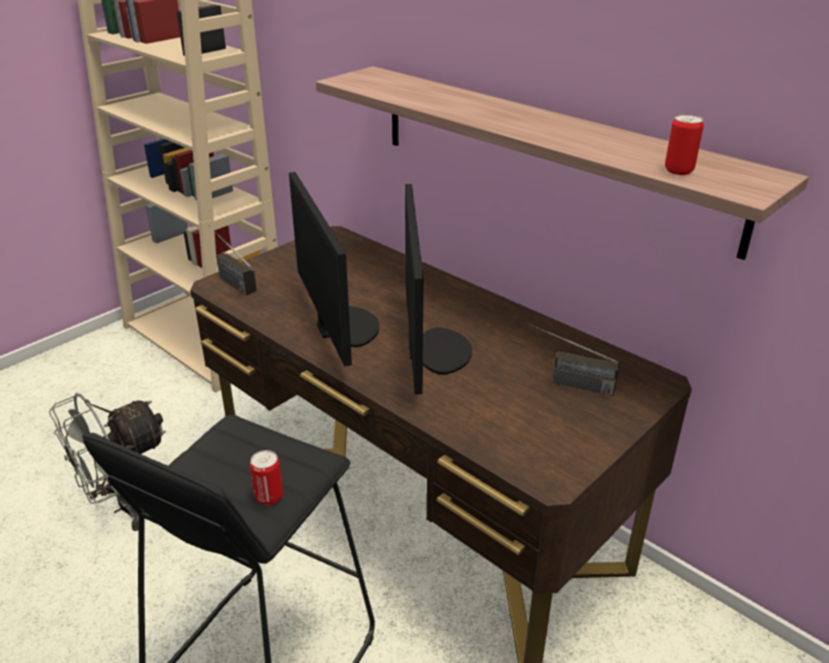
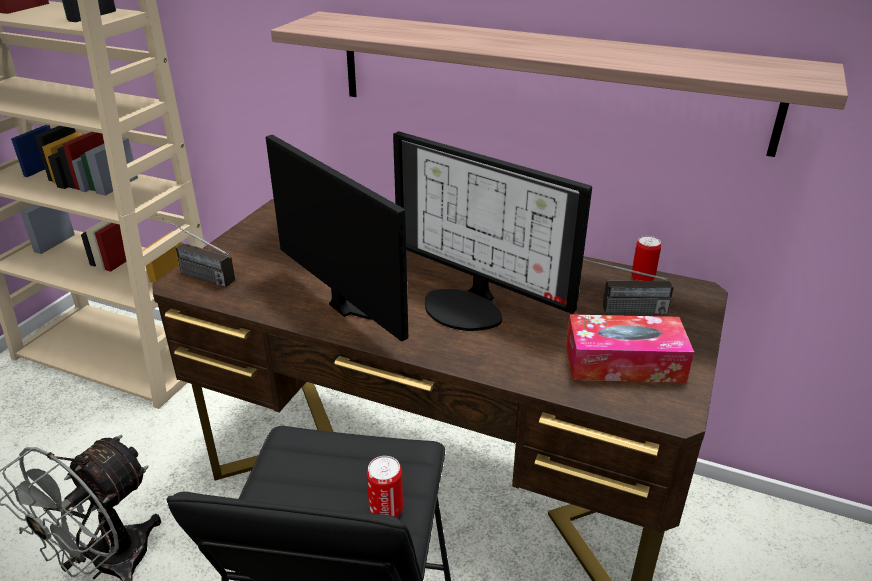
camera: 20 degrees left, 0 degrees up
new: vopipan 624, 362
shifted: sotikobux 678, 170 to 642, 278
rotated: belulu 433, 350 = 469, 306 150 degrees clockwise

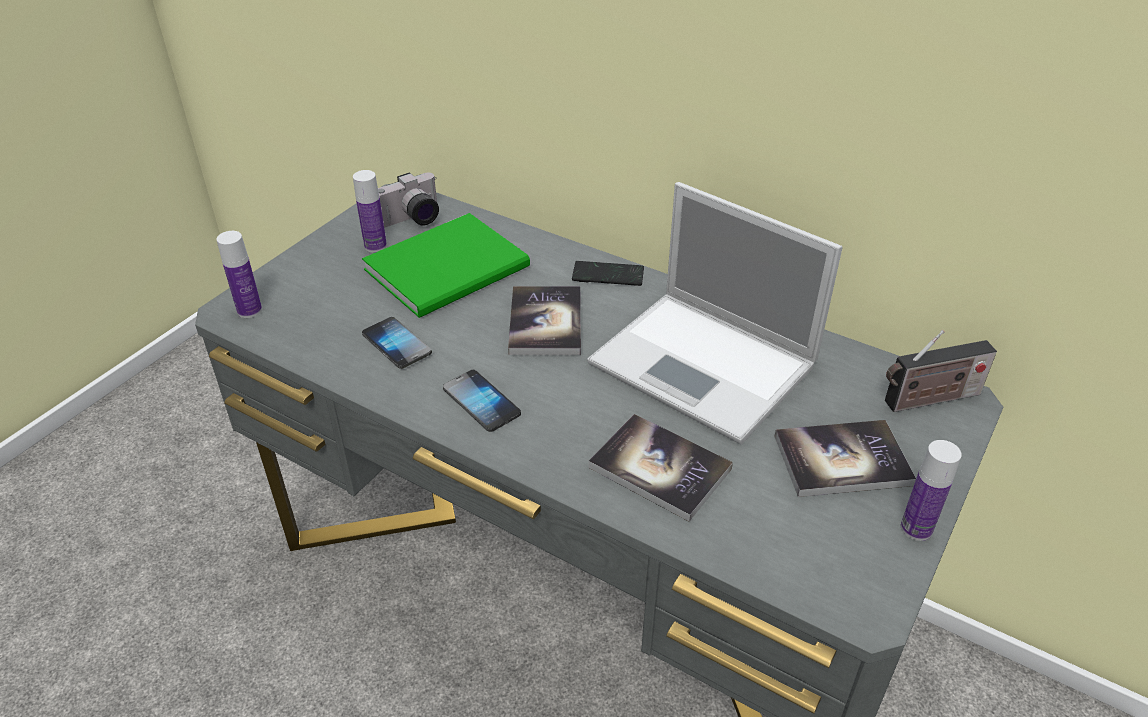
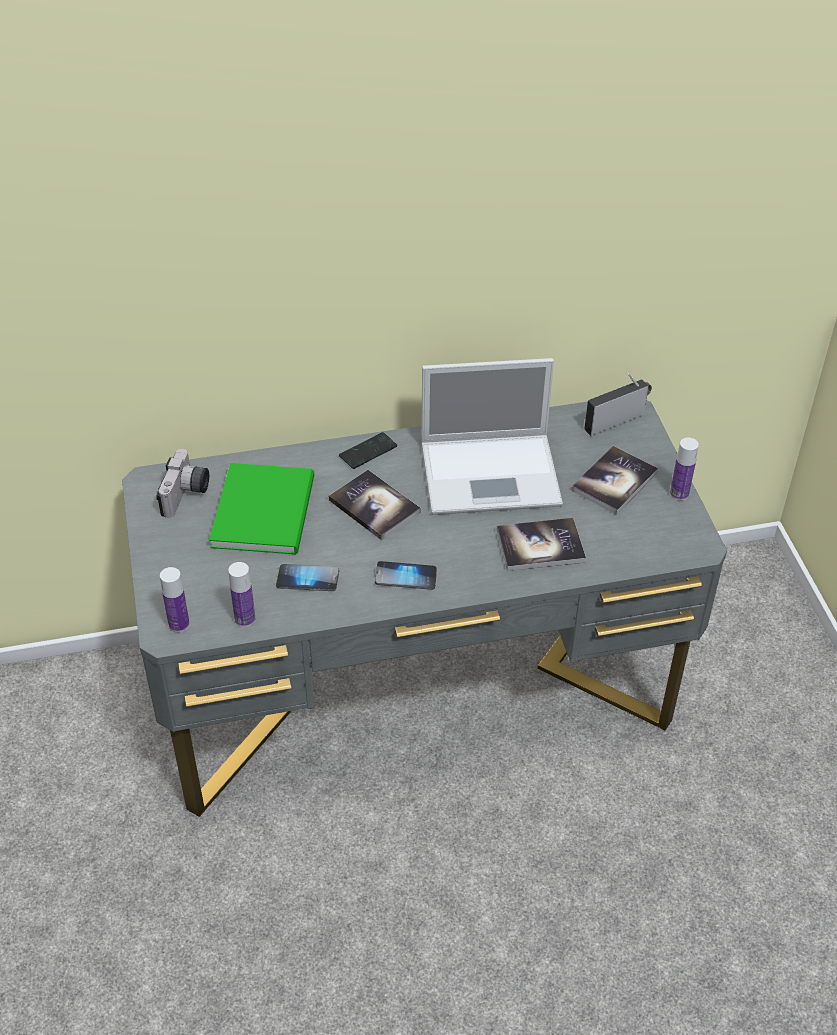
camera: 45 degrees left, 5 degrees up
shifted: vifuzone 375, 246 to 245, 619
rotated: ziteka 928, 399 = 616, 420 150 degrees counterclockwise

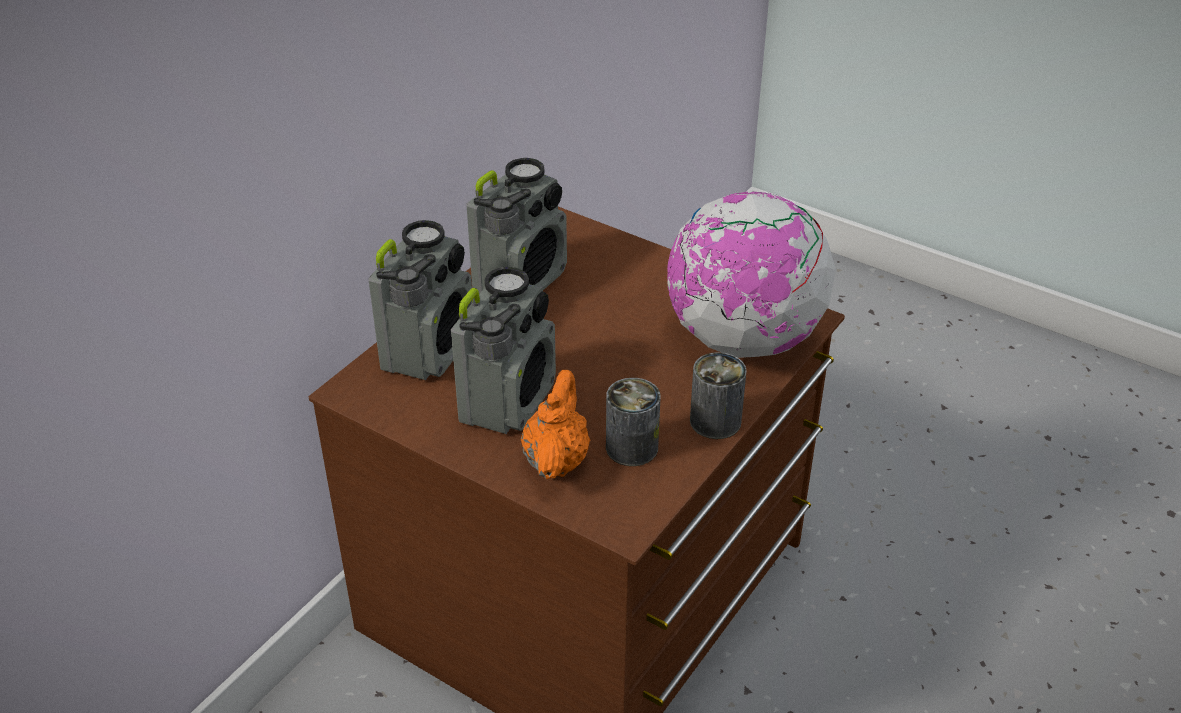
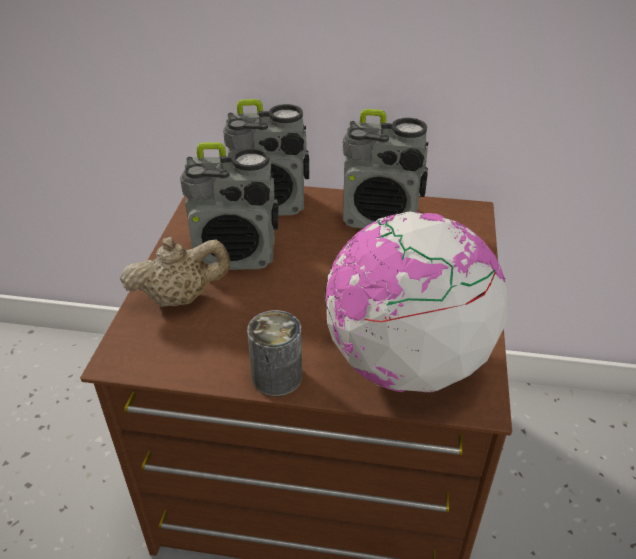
camera: 65 degrees right, 0 degrees up
gone: sotikobux 631, 447
repainted: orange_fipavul 556, 460 to beige_fipavul 181, 298

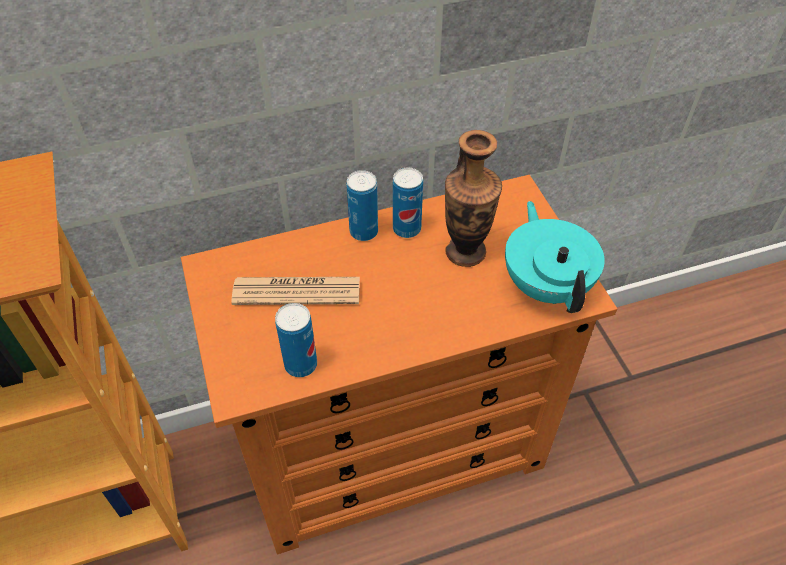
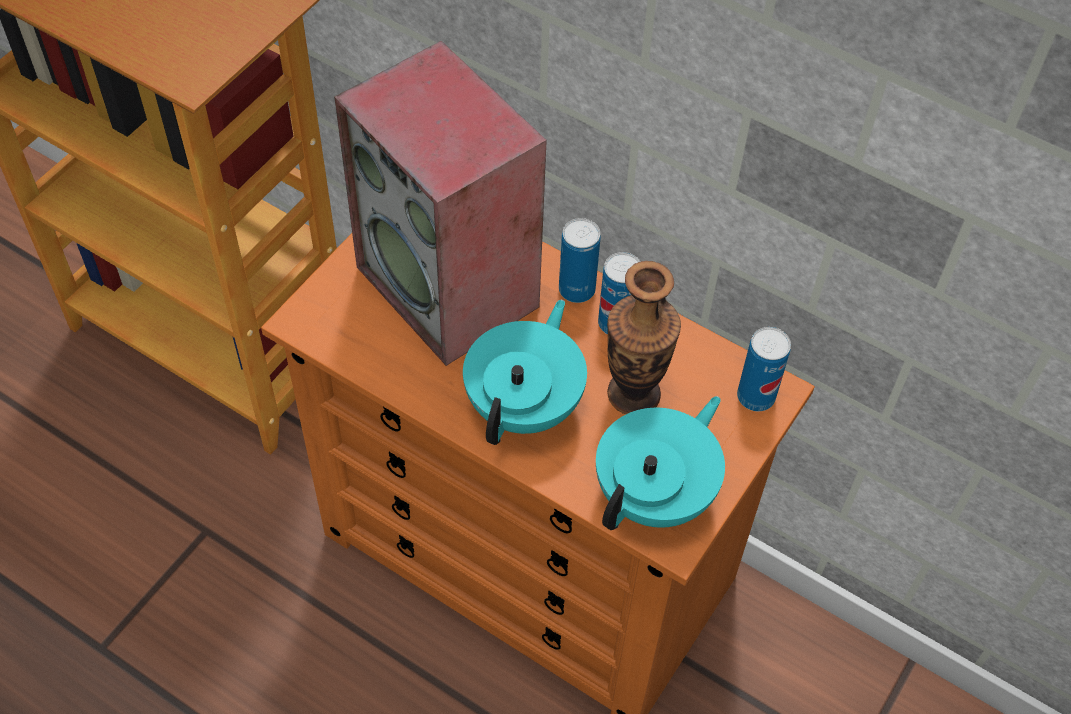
camera: 50 degrees right, 5 degrees up
new: turquoise_fipavul 526, 405
shifted: sotikobux 301, 364 to 756, 396
swapped: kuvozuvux 297, 291 to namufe 451, 287

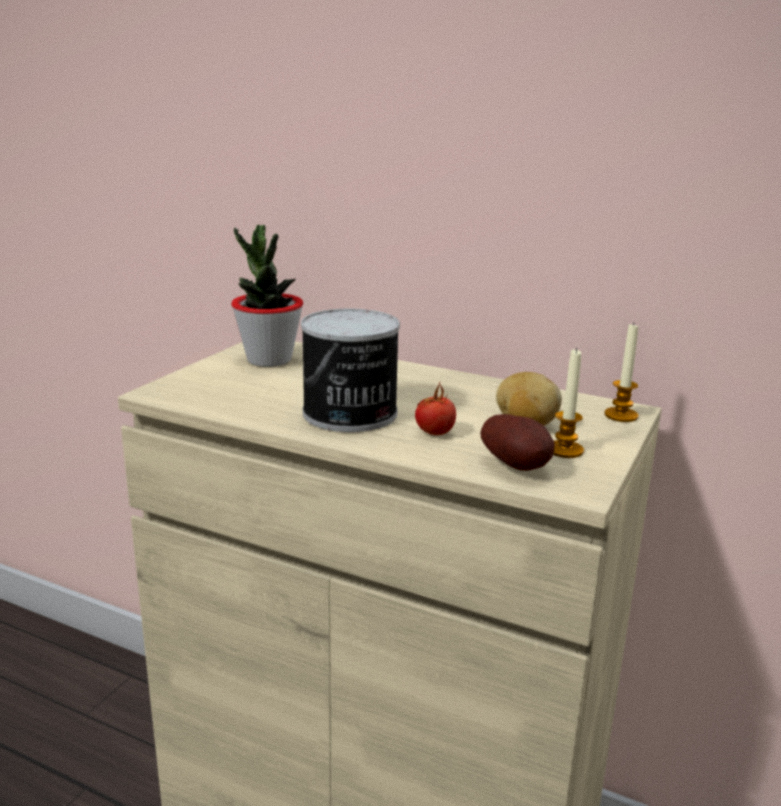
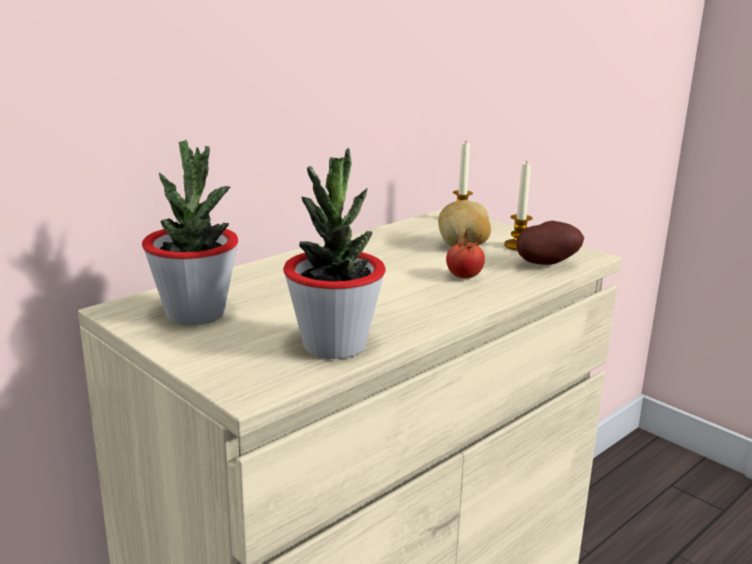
camera: 70 degrees left, 0 degrees up
gone: sotikobux 350, 414
new: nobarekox 334, 345

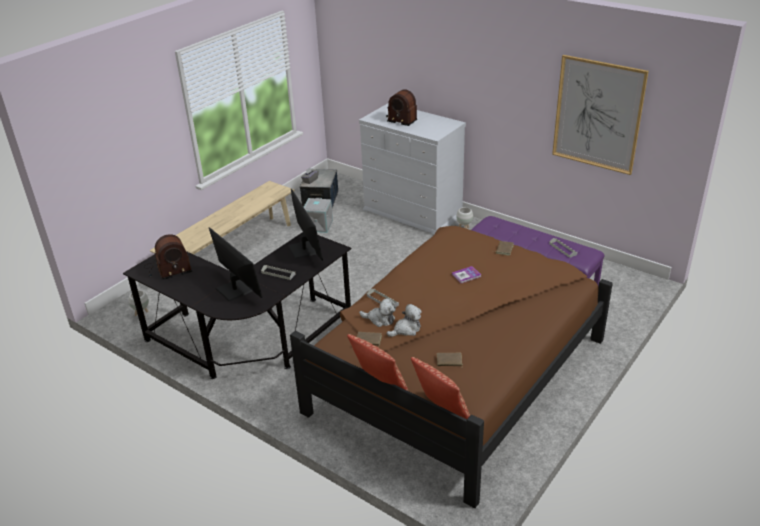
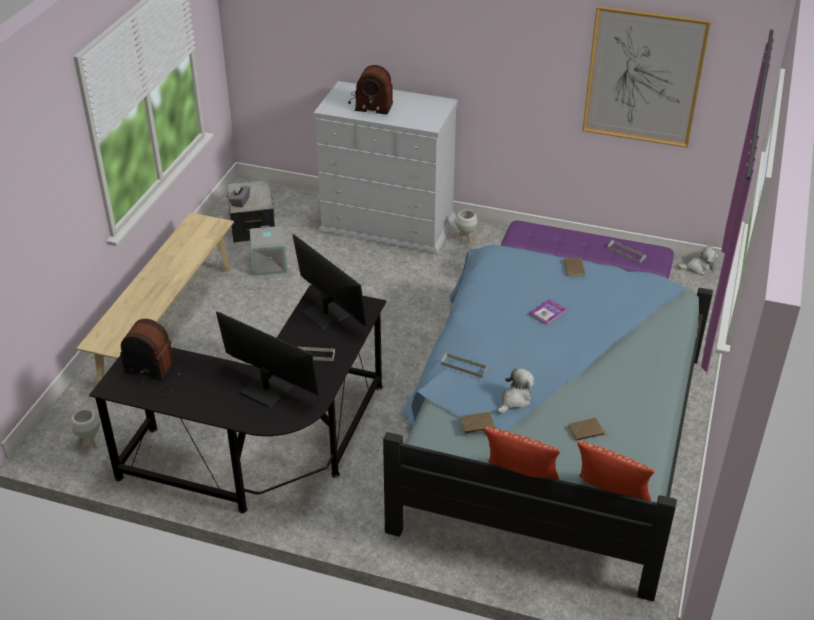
camera: 20 degrees left, 5 degrees up
shifted: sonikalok 380, 319 to 698, 269
repainted: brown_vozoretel 454, 367 to blue_vozoretel 544, 429
rotated: ziteka 167, 269 = 152, 376 120 degrees counterclockwise

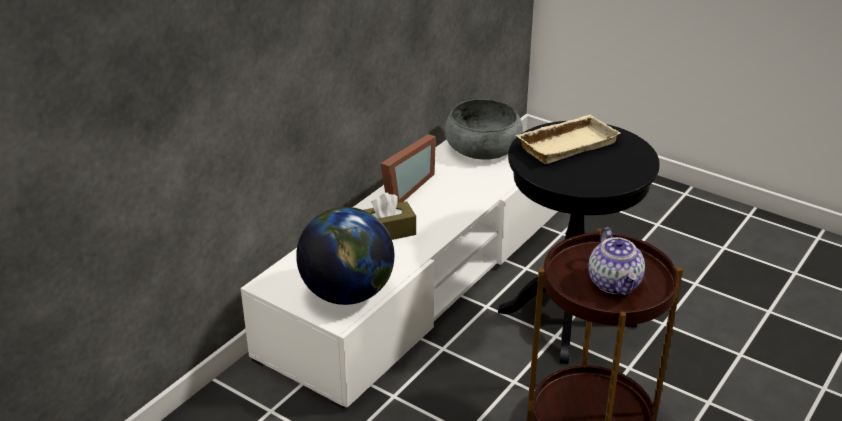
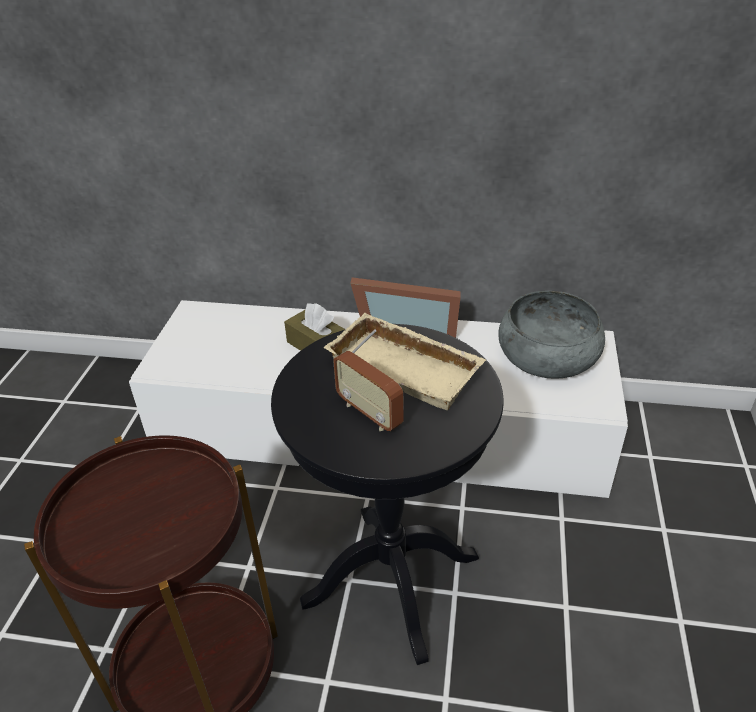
camera: 65 degrees right, 5 degrees up
gone: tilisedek 347, 293; fipavul 615, 283
new: ziteka 369, 413

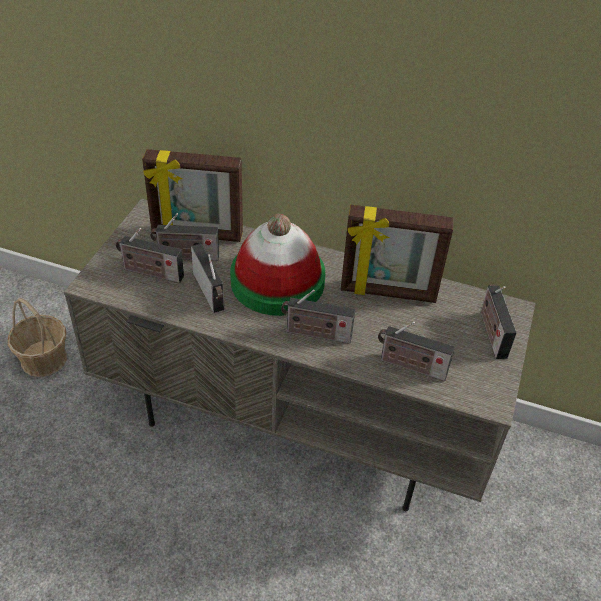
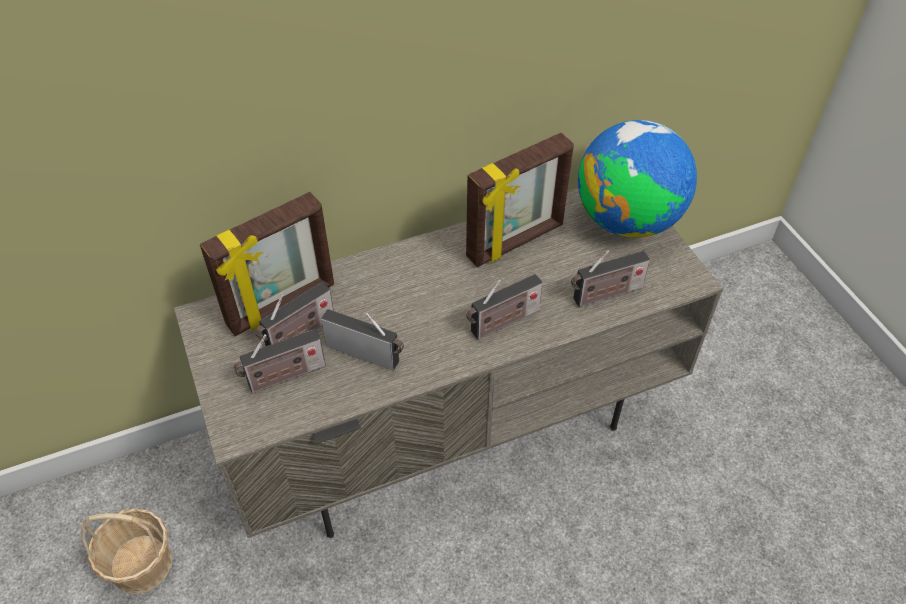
camera: 40 degrees left, 5 degrees up
gone: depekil 277, 281
swapped: ziteka 491, 332 to tilisedek 628, 220

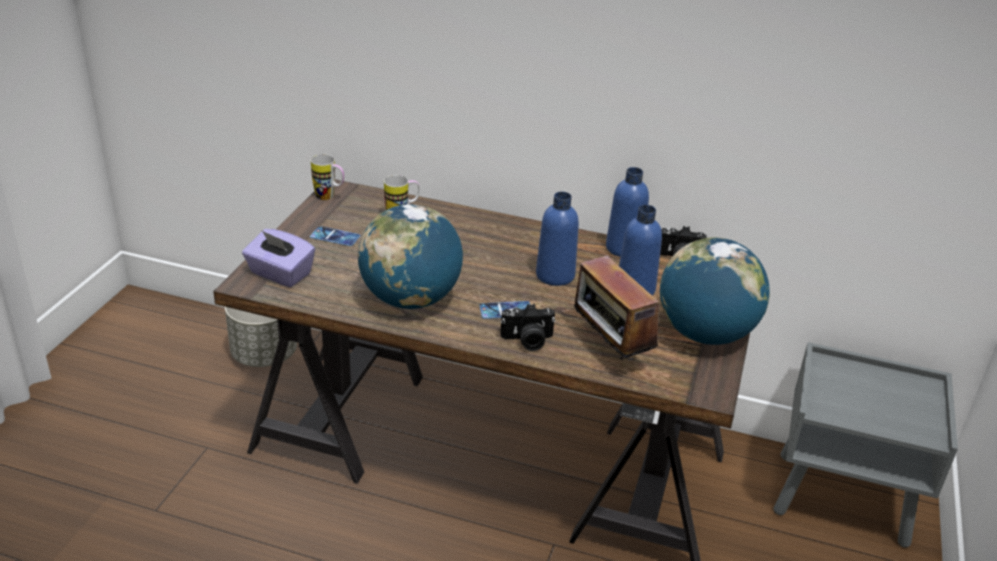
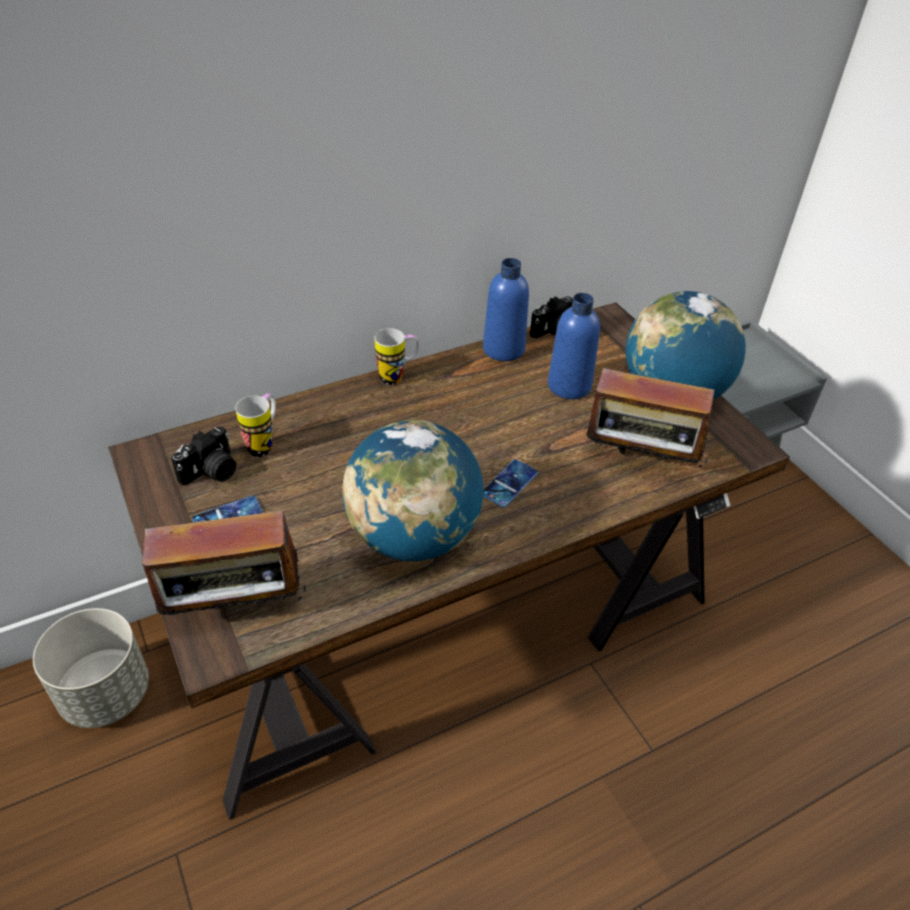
camera: 45 degrees left, 10 degrees up
gone: blue_vifuzone 555, 275
shifted: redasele 329, 197 to 398, 377; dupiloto 527, 341 to 211, 472
swapped: purple_vopipan 280, 274 to ziteka 235, 610

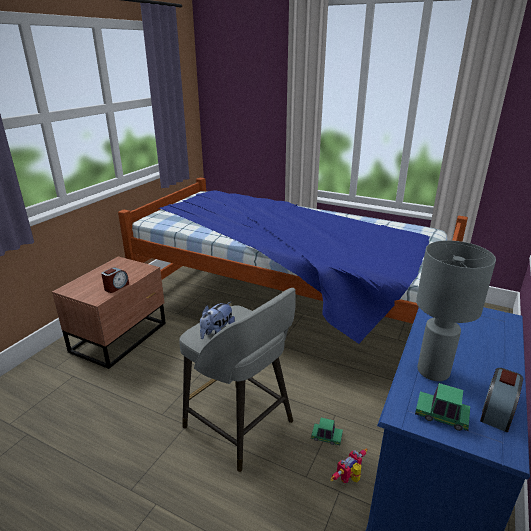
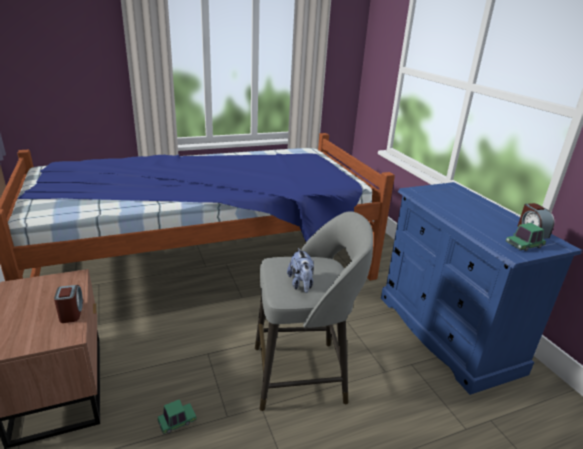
camera: 50 degrees left, 0 degrees up
gone: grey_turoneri 432, 371; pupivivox 350, 479
shifted: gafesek 326, 437 to 177, 421

